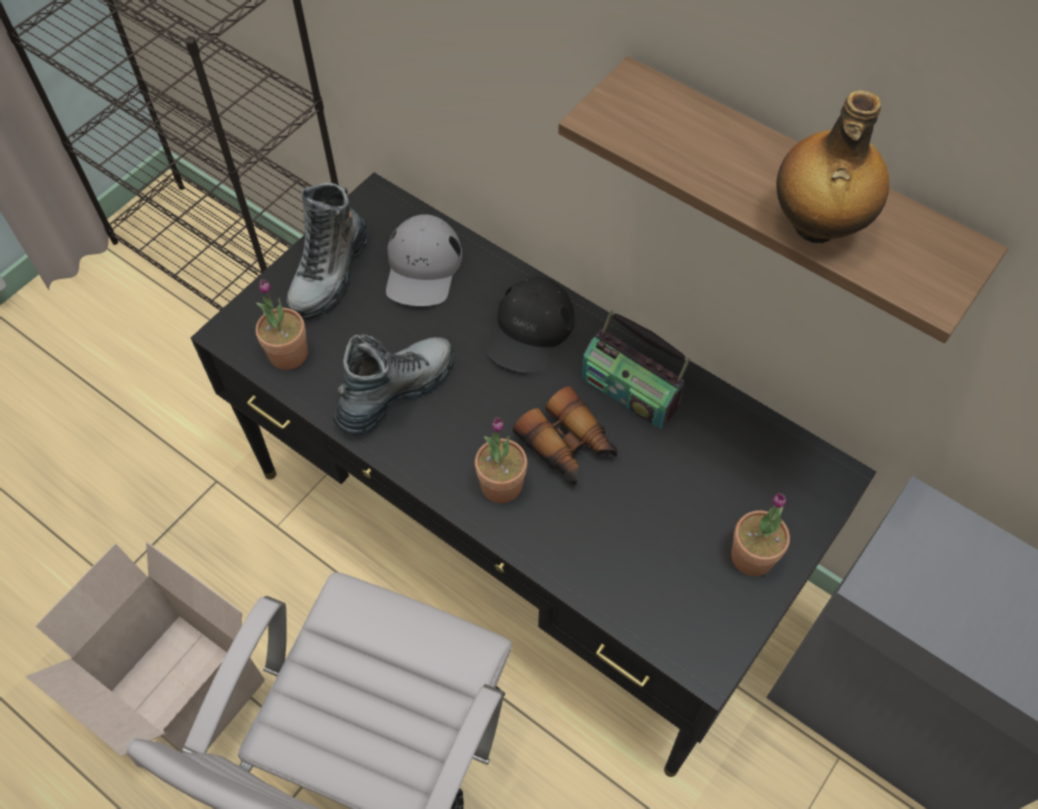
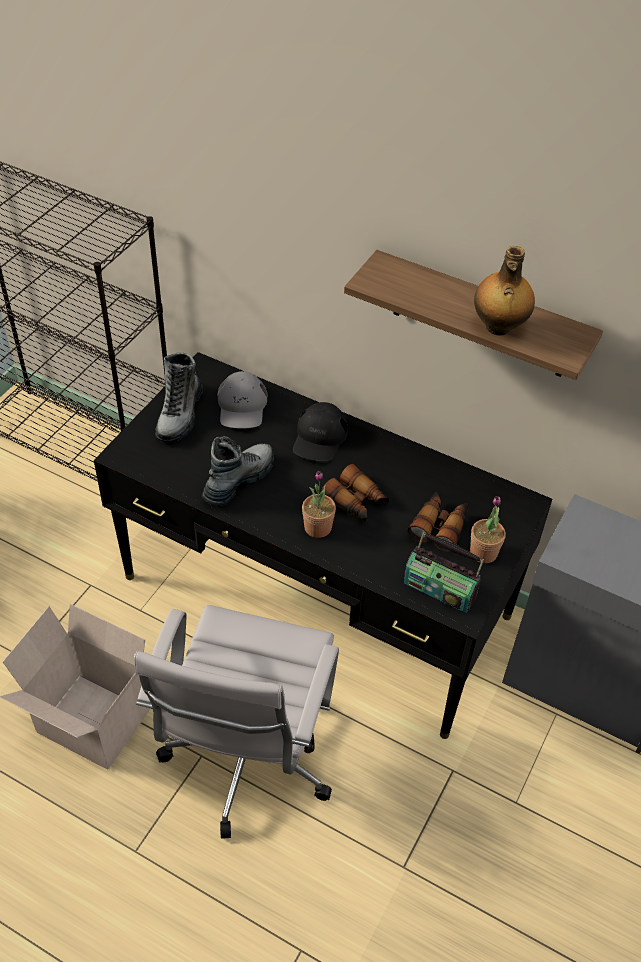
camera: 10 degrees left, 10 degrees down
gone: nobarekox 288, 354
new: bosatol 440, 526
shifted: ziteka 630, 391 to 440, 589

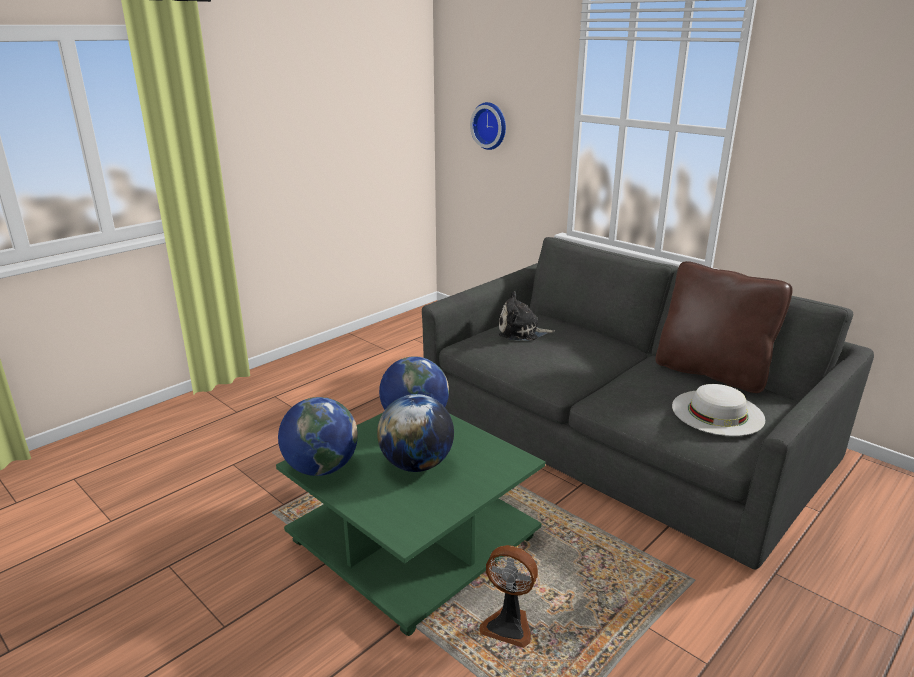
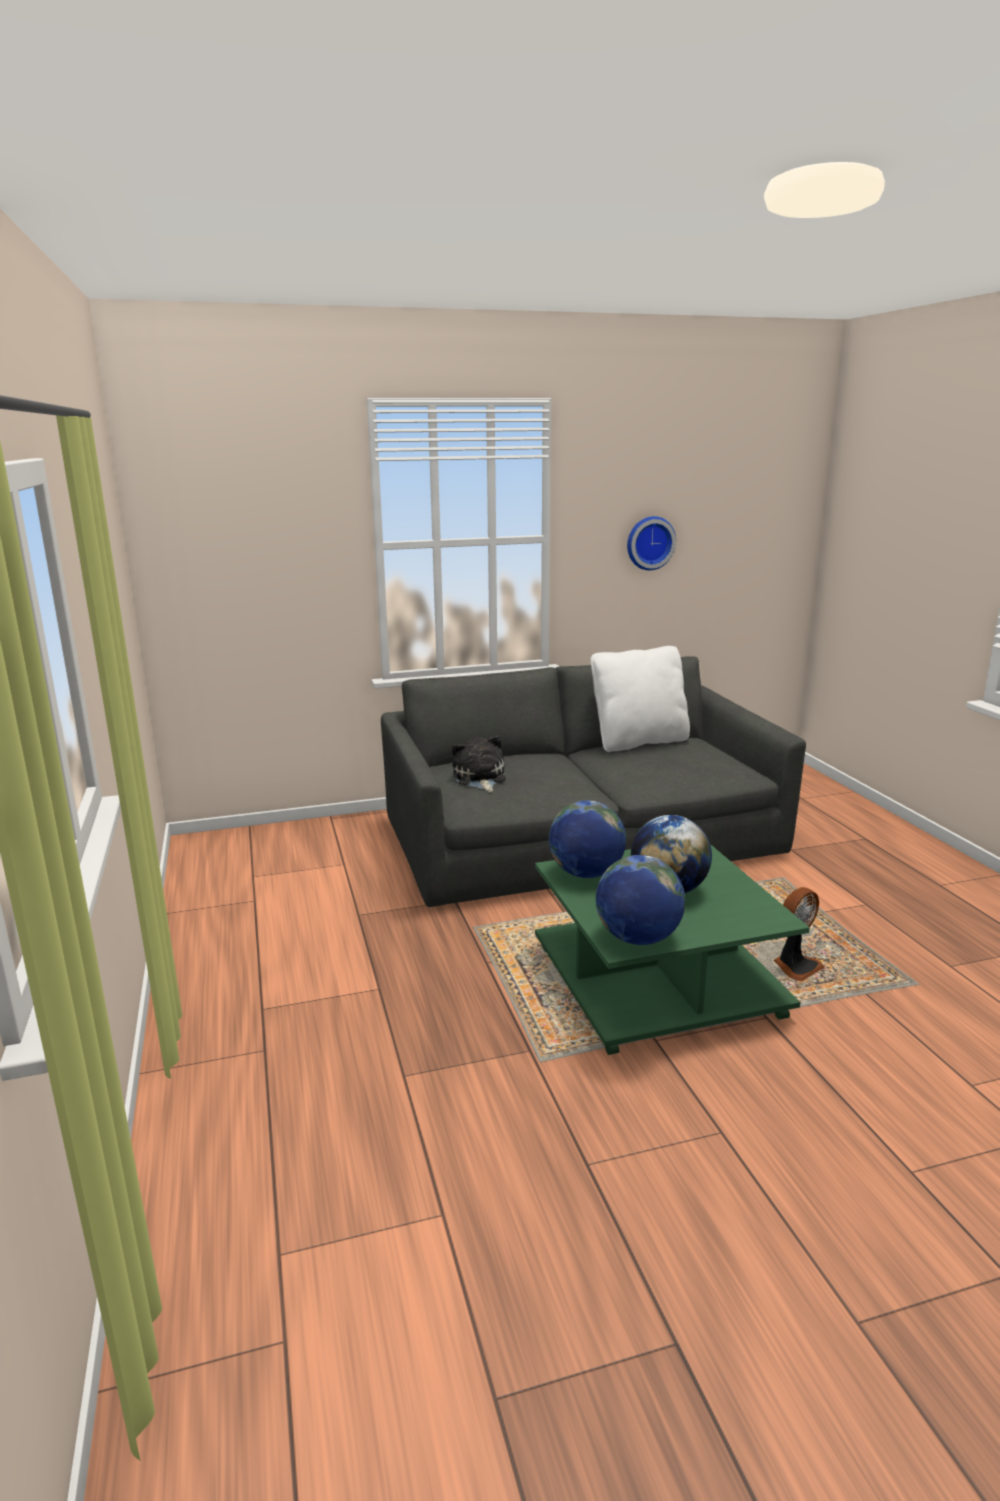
camera: 60 degrees left, 5 degrees down
gone: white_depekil 717, 412
shifted: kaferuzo 490, 125 to 649, 543
repainted: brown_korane 711, 372 to white_korane 639, 742
rotated: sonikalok 521, 332 = 479, 778 135 degrees clockwise

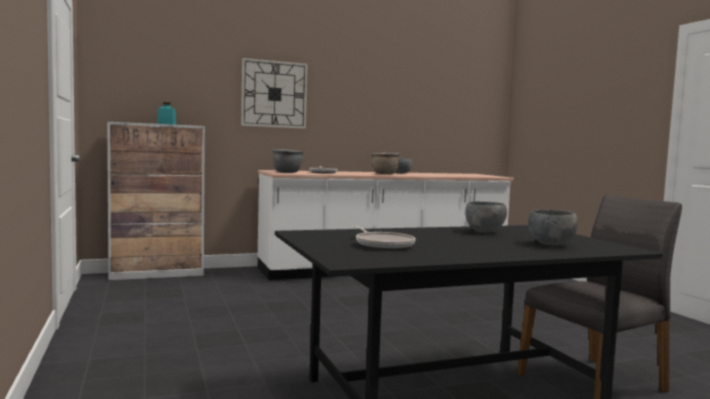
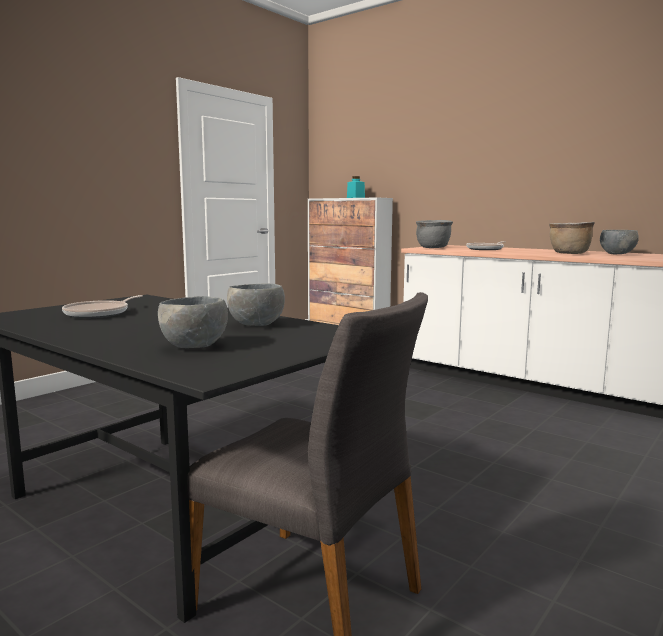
camera: 60 degrees right, 5 degrees up
gone: kaferuzo 274, 94

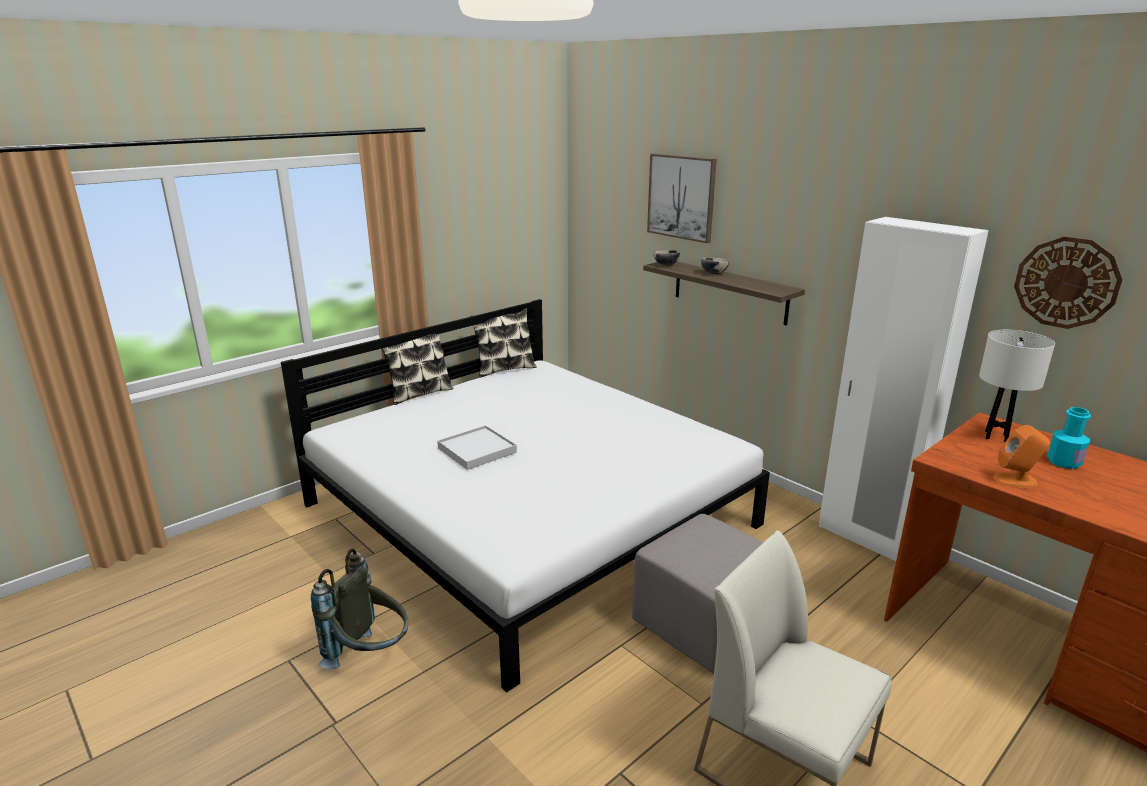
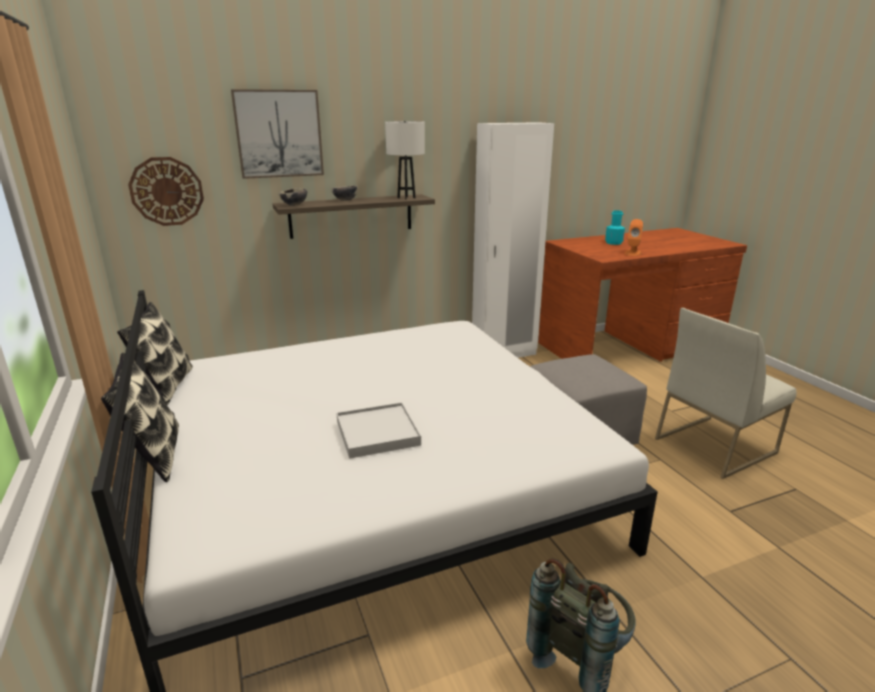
camera: 70 degrees left, 0 degrees up
shifted: kaferuzo 1066, 282 to 167, 191; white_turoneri 996, 437 to 406, 198

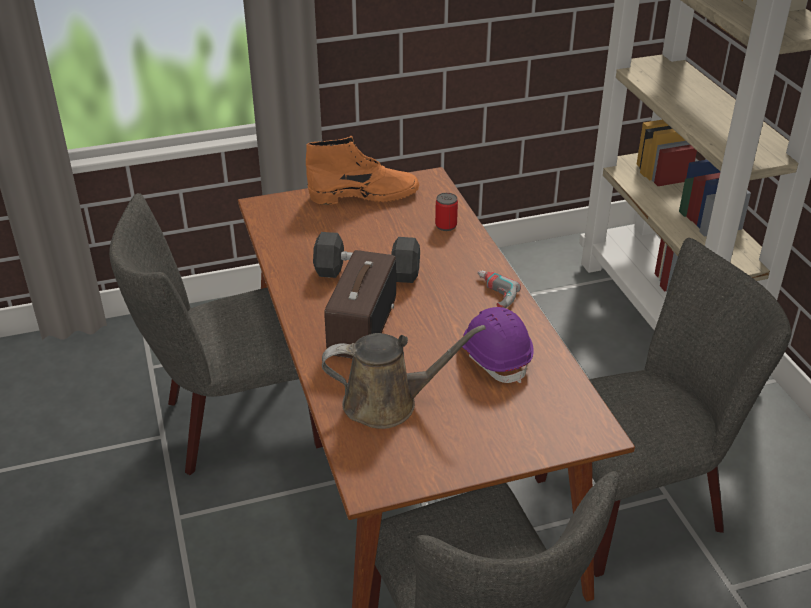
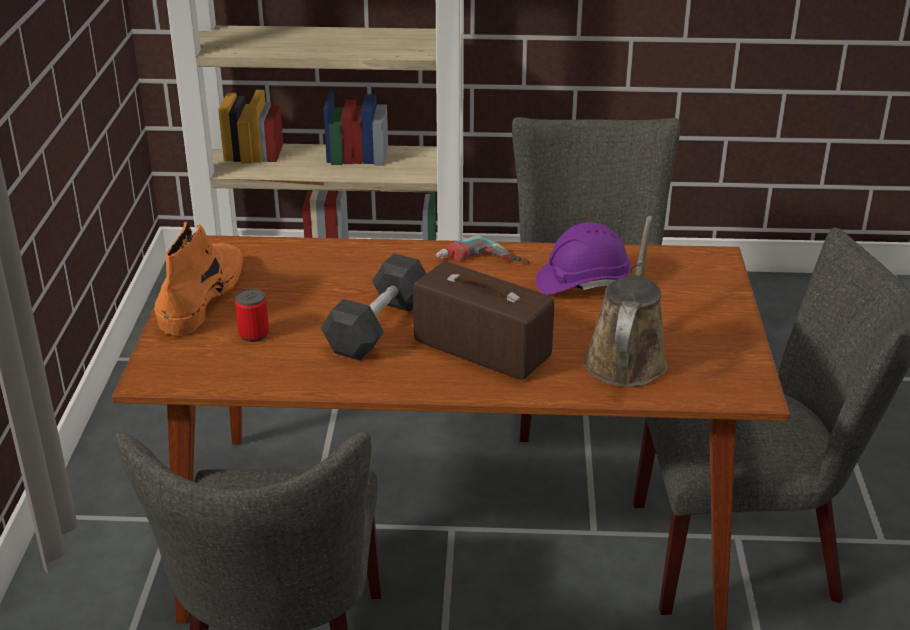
camera: 70 degrees left, 5 degrees down
shifted: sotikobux 446, 225 to 254, 334

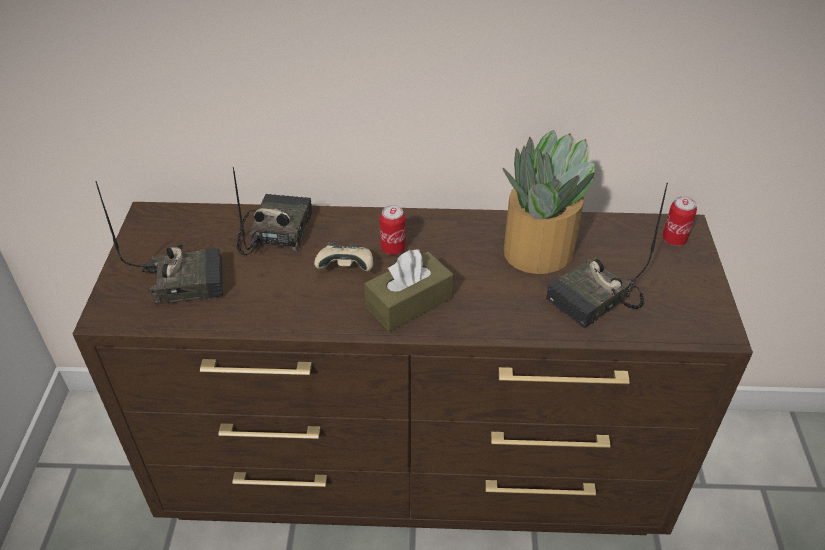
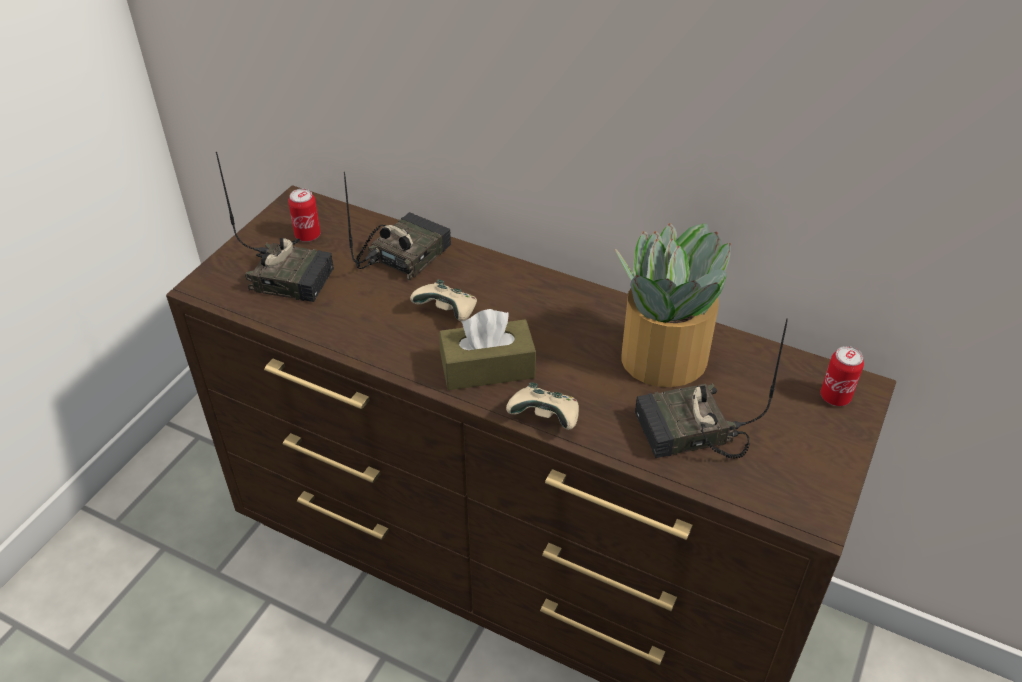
camera: 25 degrees right, 0 degrees up
new: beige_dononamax 545, 419
shifted: sotikobux 393, 248 to 308, 235

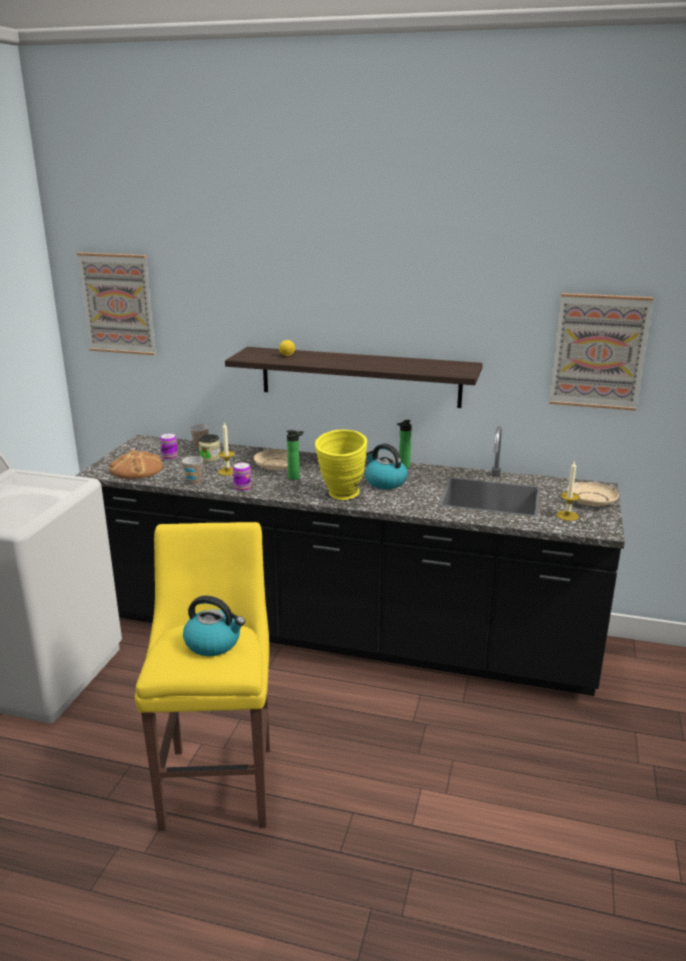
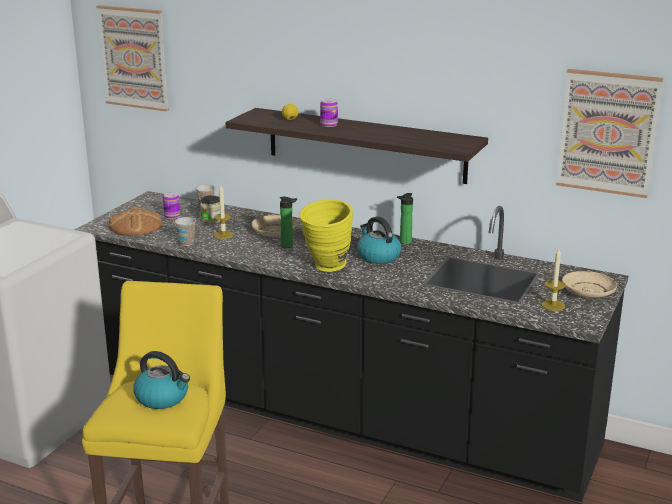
camera: 10 degrees right, 0 degrees up
shifted: sotikobux 242, 488 to 329, 125

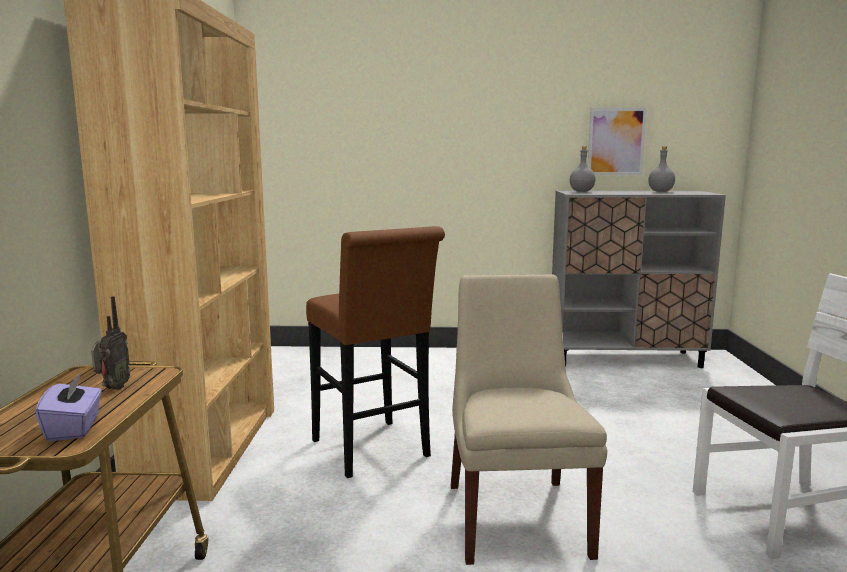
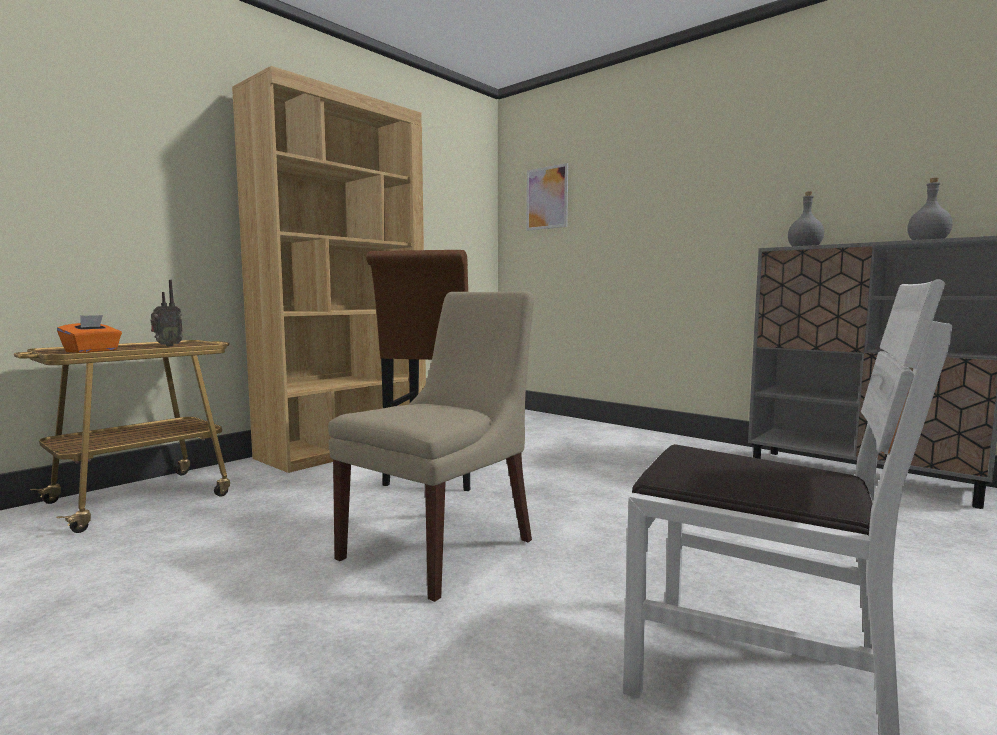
camera: 40 degrees right, 5 degrees down
shifted: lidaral 616, 141 to 547, 198
repainted: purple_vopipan 74, 428 to orange_vopipan 92, 351

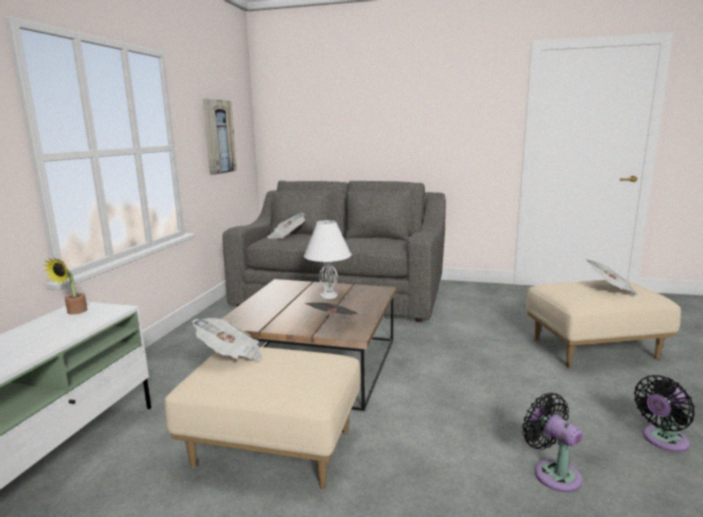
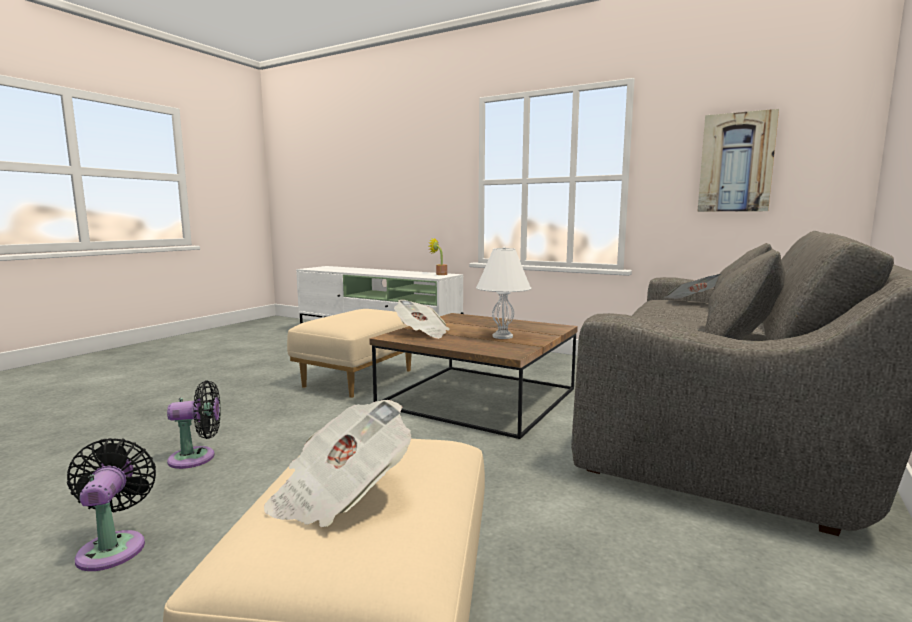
camera: 105 degrees right, 5 degrees down
gone: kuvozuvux 231, 356

